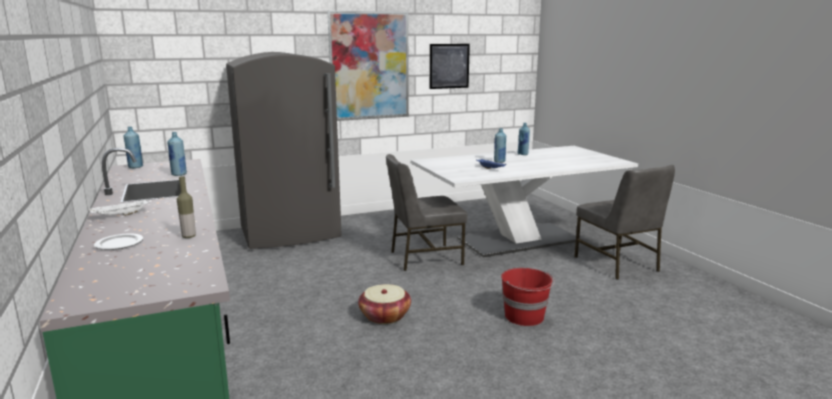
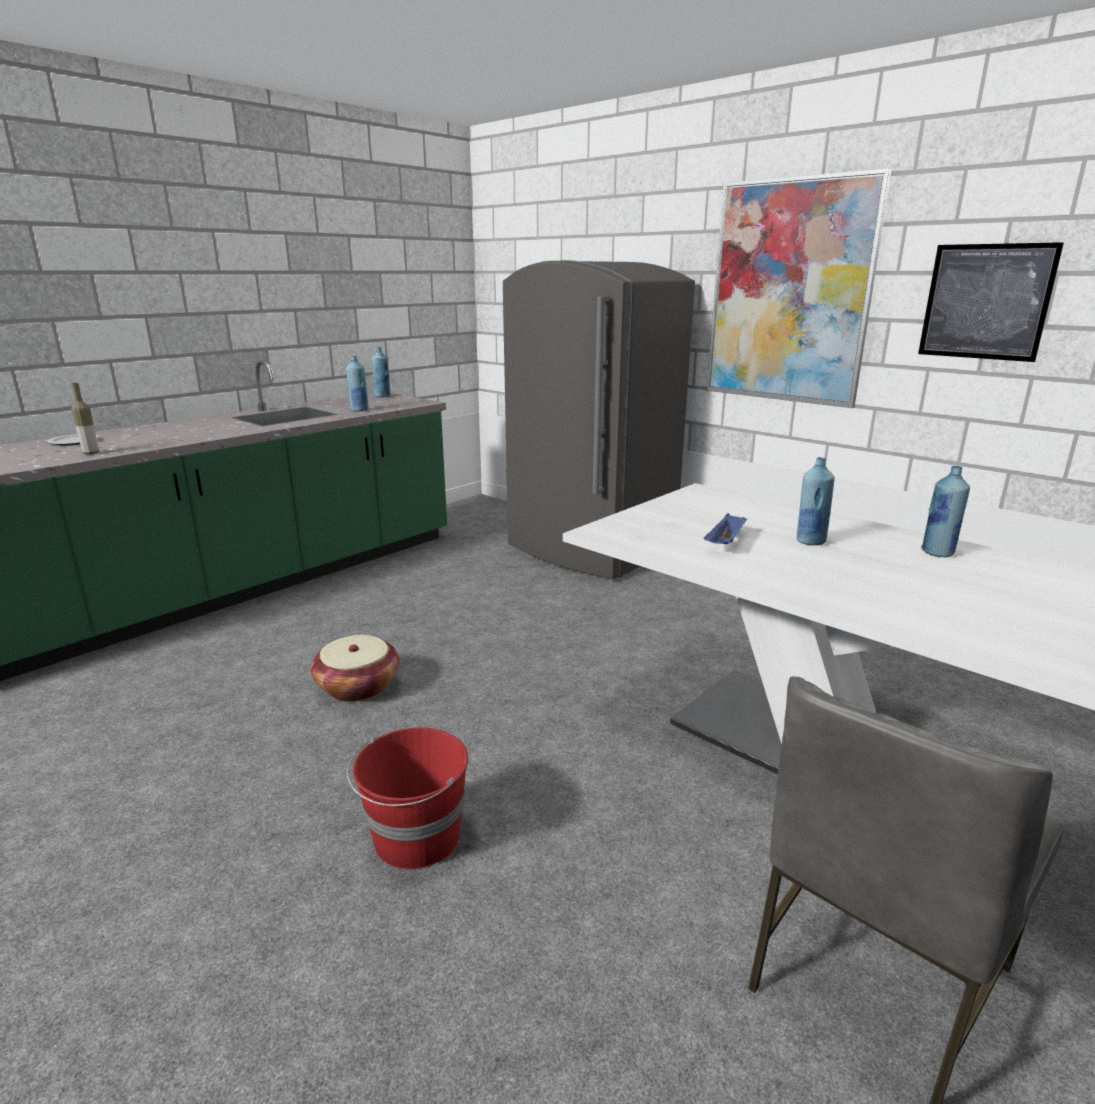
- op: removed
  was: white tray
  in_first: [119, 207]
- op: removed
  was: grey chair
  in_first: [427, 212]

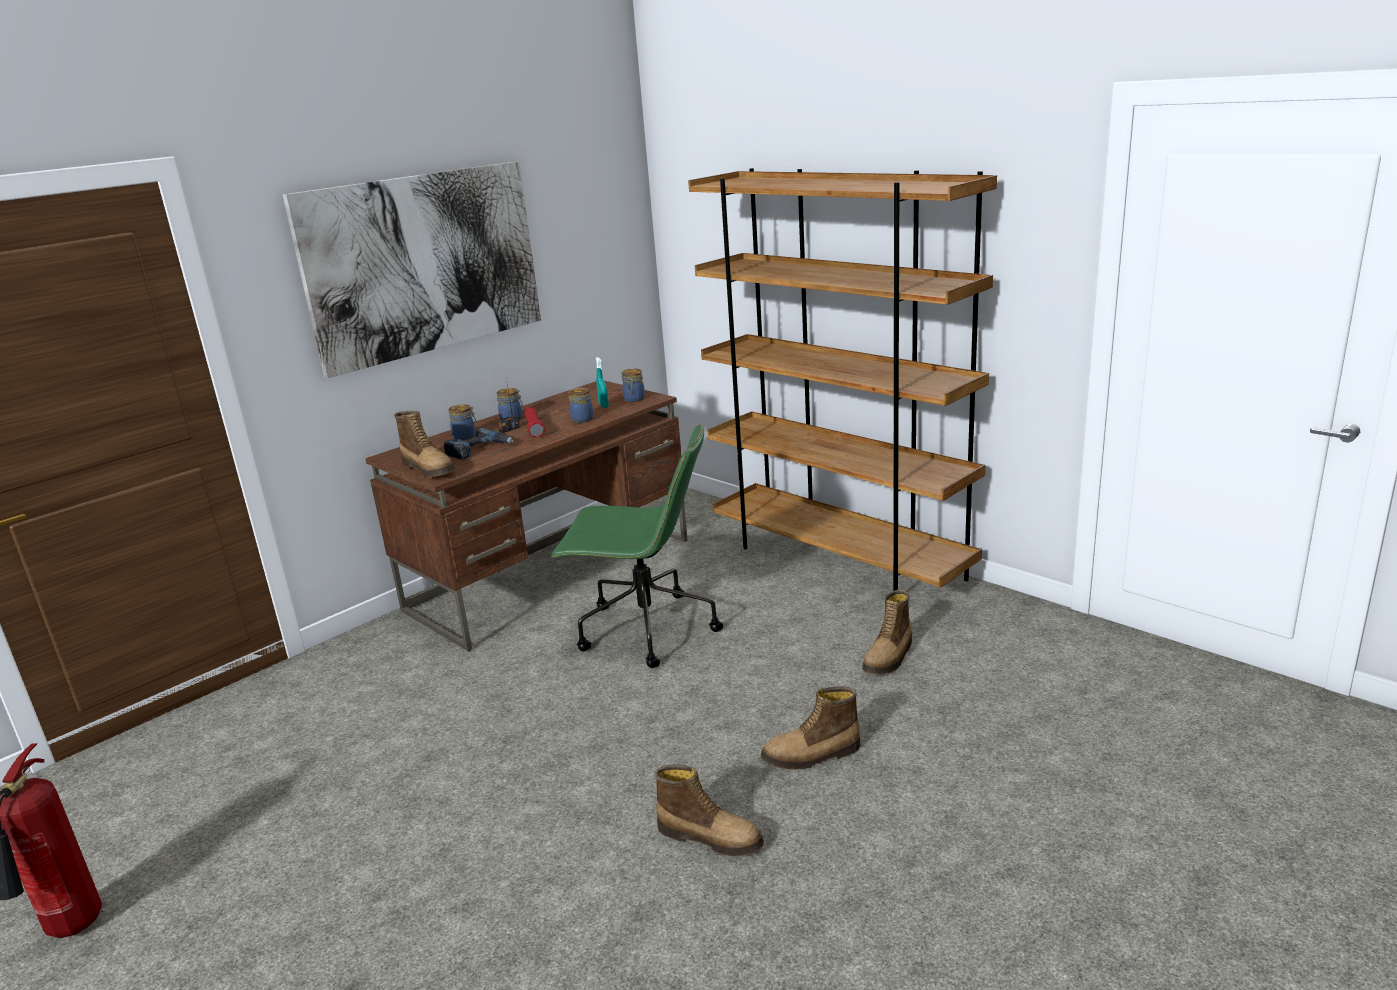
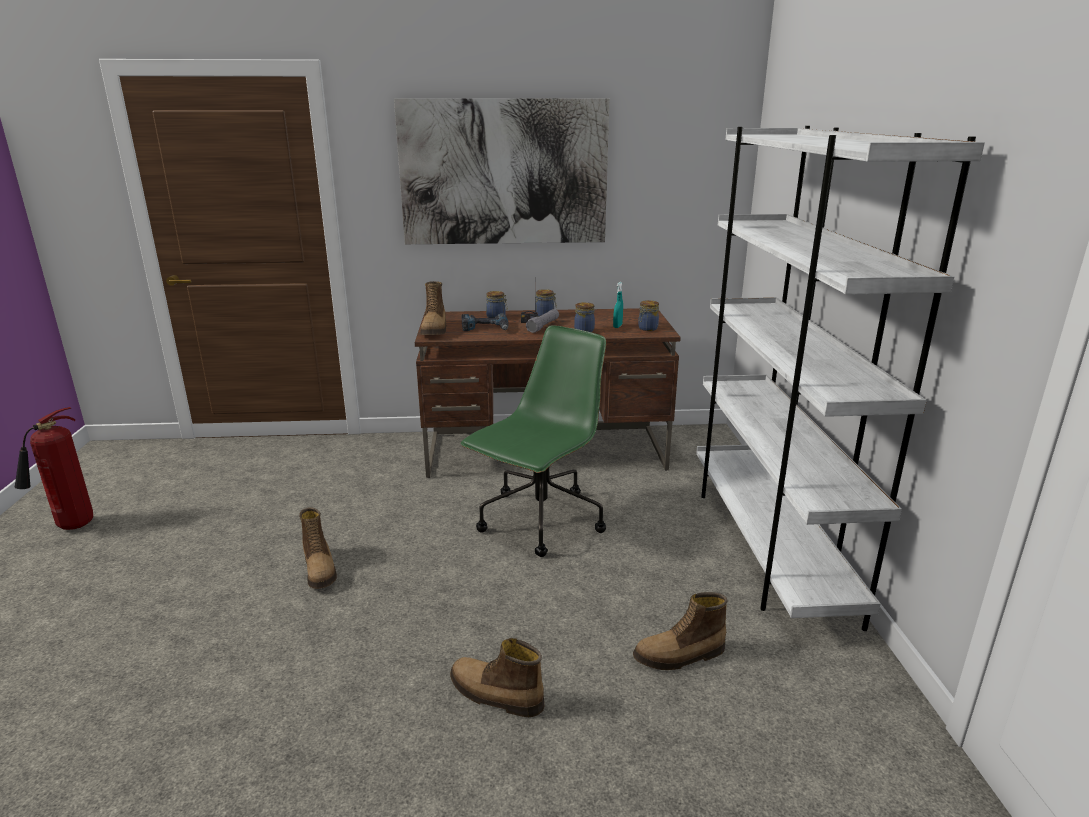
- op: moved
  was: boot
  in_first: [709, 810]
  in_second: [318, 548]
- op: turned
  was: green office chair
  in_first: [637, 546]
  in_second: [533, 441]
  clockwise: -105
- op: recoloured
  was: red flashlight
  now: grey flashlight
  in_first: [535, 422]
  in_second: [542, 321]
- op: recoloured
  was: brown bookcase
  now: white bookcase
  in_first: [842, 379]
  in_second: [840, 378]

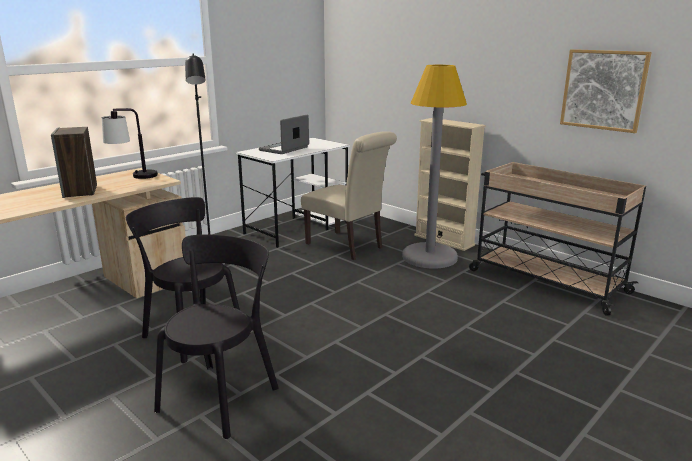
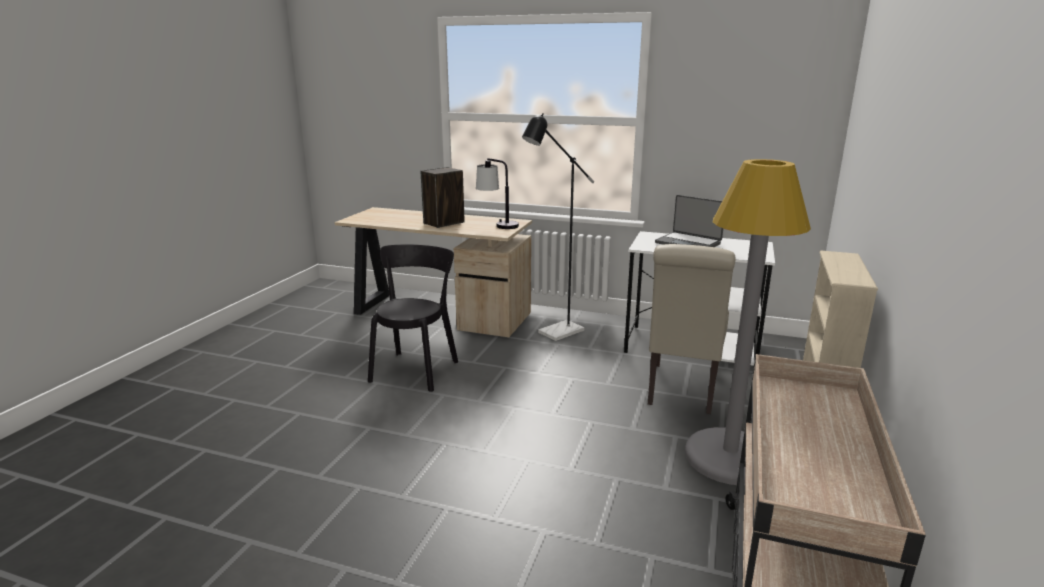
- op: turned
  was: laptop
  in_first: [284, 134]
  in_second: [689, 221]
  clockwise: -150
- op: removed
  was: black chair
  in_first: [216, 337]
- op: removed
  was: picture
  in_first: [606, 91]

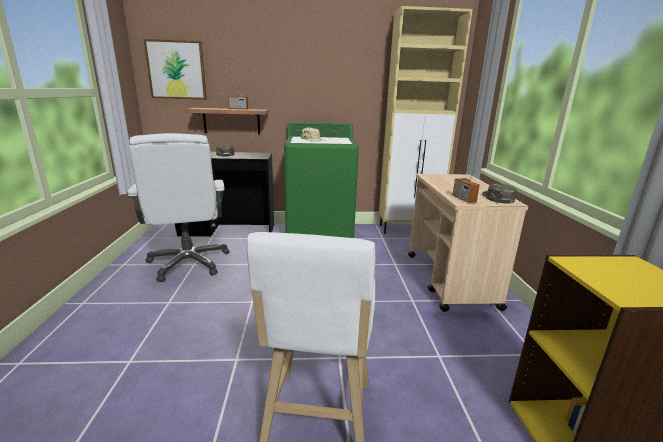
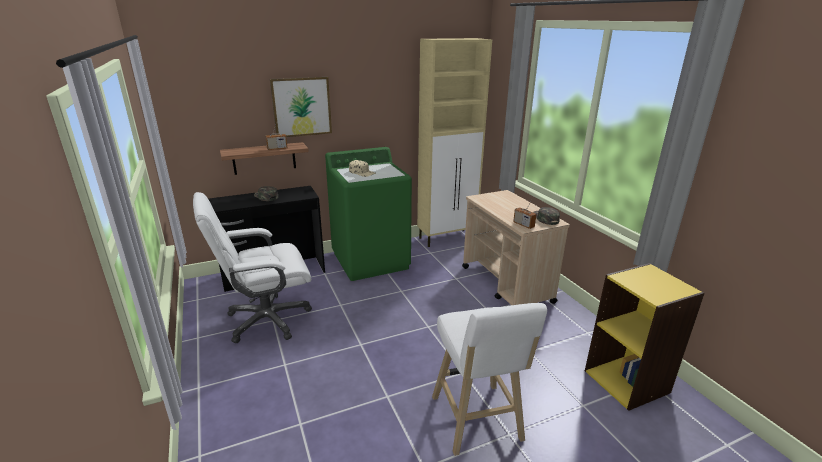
- op: turned
  was: white office chair
  in_first: [178, 207]
  in_second: [252, 267]
  clockwise: 105
- op: moved
  was: picture
  in_first: [175, 69]
  in_second: [301, 107]

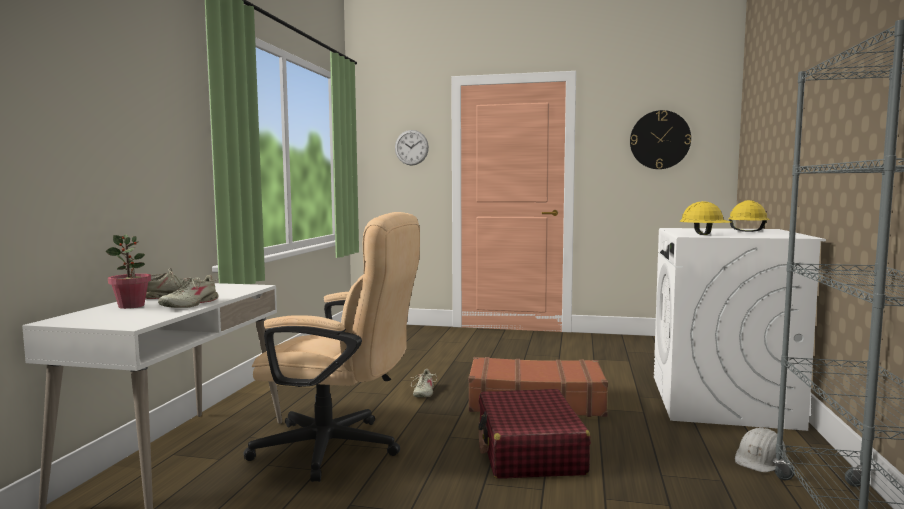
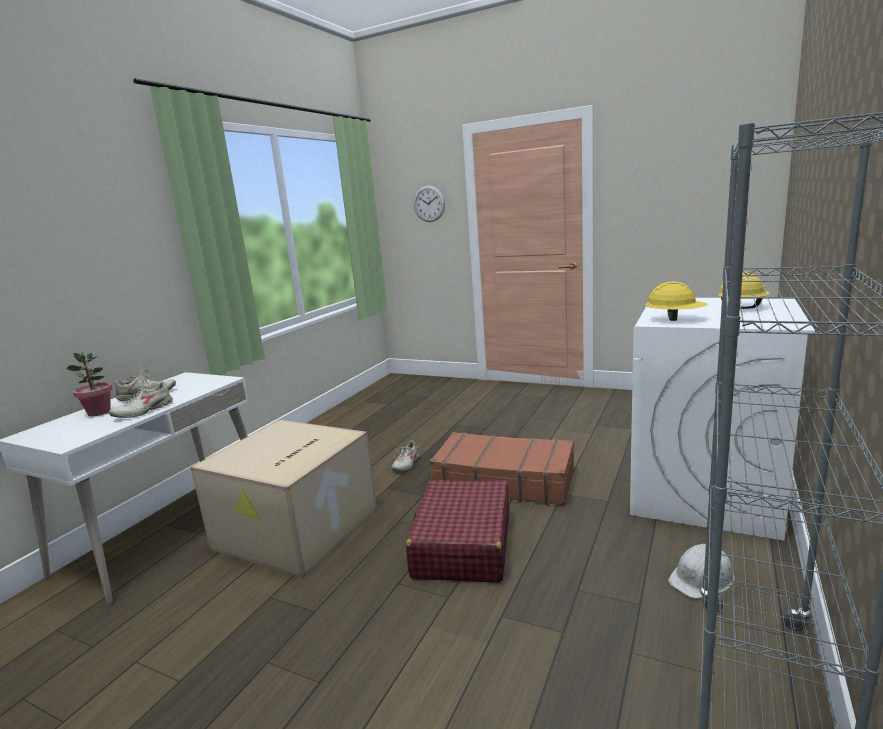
- op: replaced
  was: beige office chair
  now: cardboard box
  in_first: [332, 347]
  in_second: [284, 499]
- op: removed
  was: wall clock
  in_first: [660, 139]

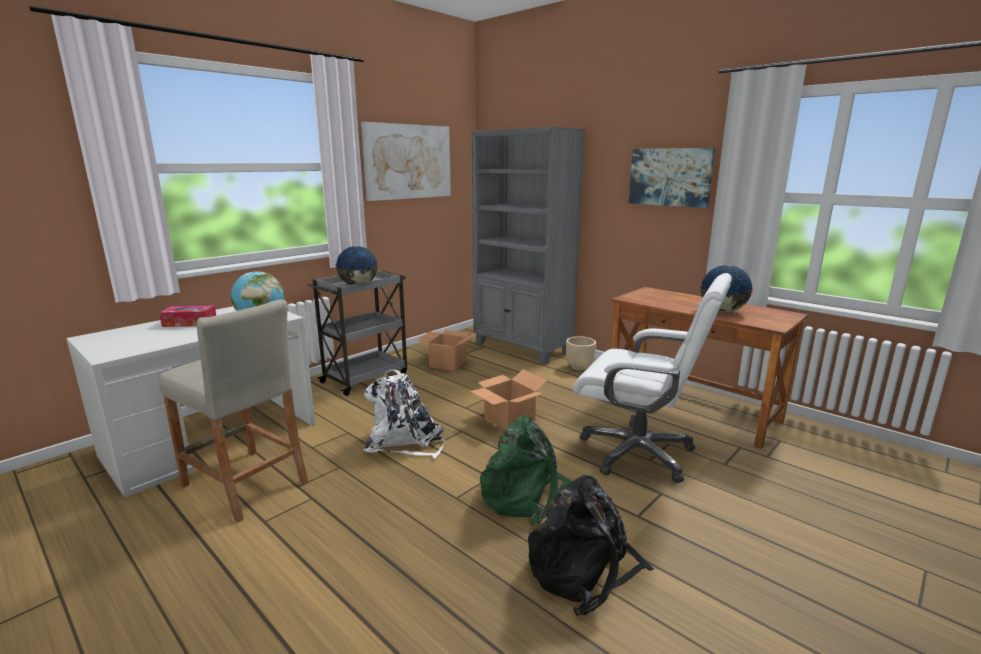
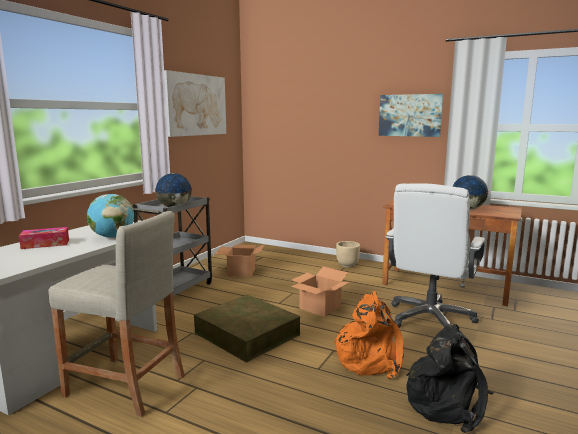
- op: replaced
  was: white backpack
  now: brown storage box
  in_first: [404, 413]
  in_second: [247, 329]
- op: recoloured
  was: green backpack
  now: orange backpack
  in_first: [526, 470]
  in_second: [368, 335]
- op: turned
  was: white office chair
  in_first: [652, 378]
  in_second: [435, 255]
  clockwise: 105
- op: removed
  was: grey bookcase
  in_first: [528, 246]

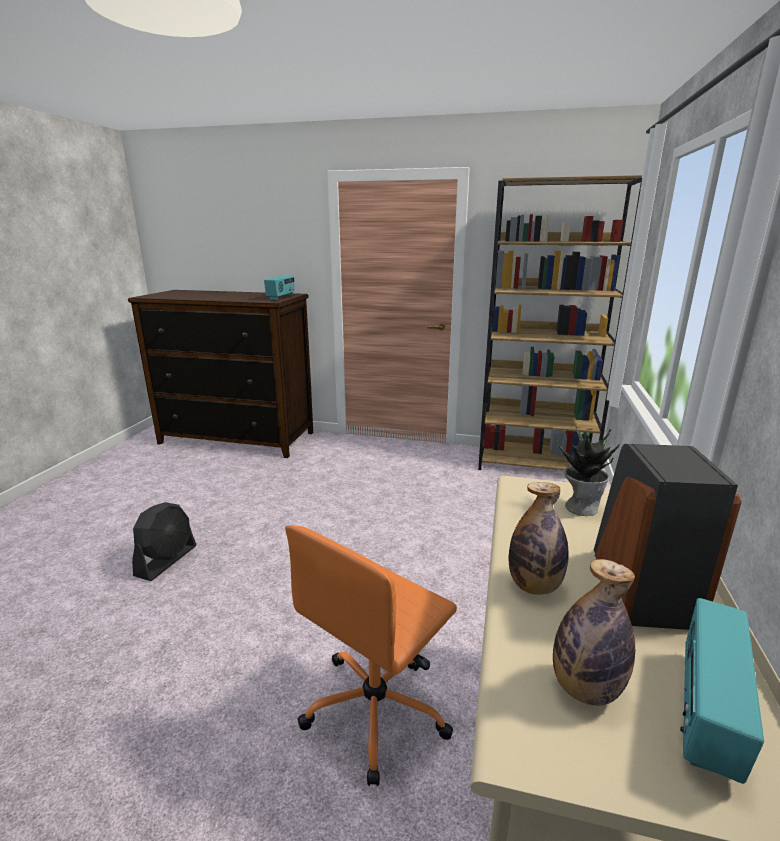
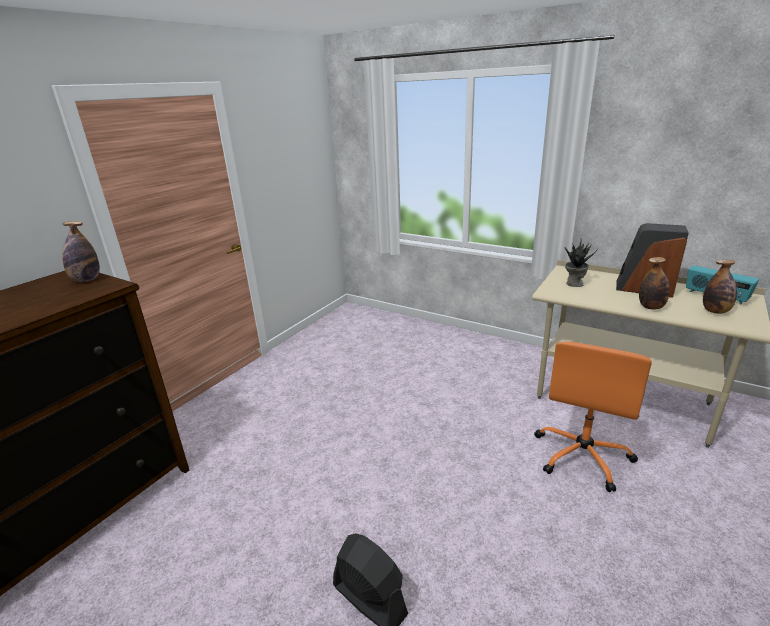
- op: replaced
  was: radio
  now: bottle
  in_first: [279, 287]
  in_second: [81, 251]
- op: turned
  was: orange office chair
  in_first: [371, 655]
  in_second: [593, 417]
  clockwise: 60
- op: removed
  was: brown bookcase
  in_first: [560, 322]

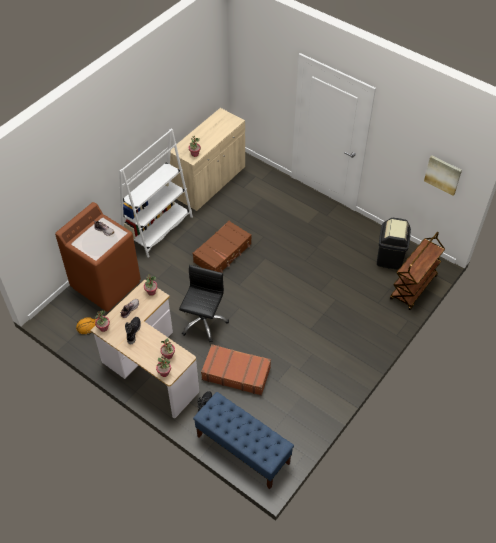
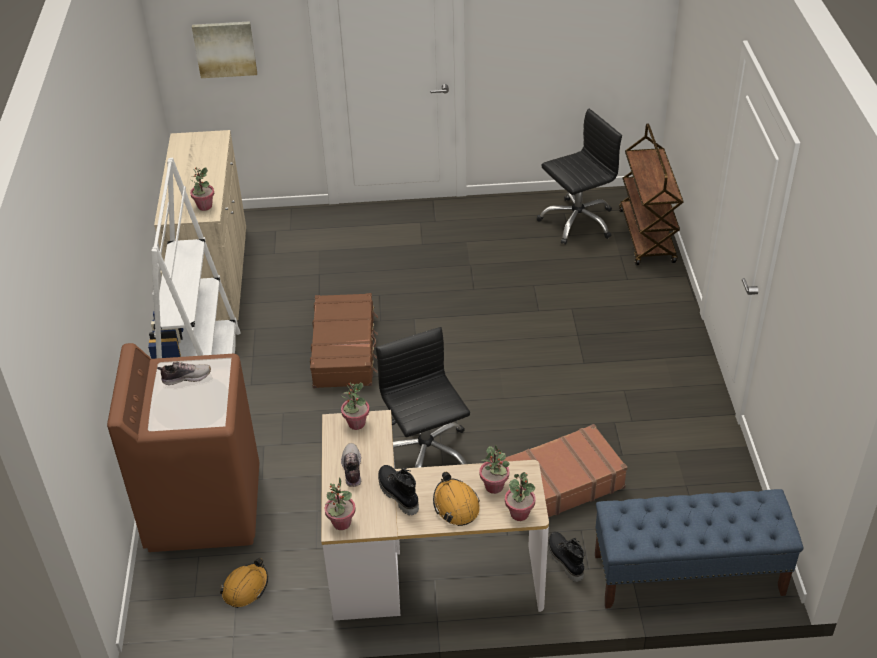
- op: moved
  was: picture
  in_first: [443, 175]
  in_second: [224, 49]
- op: added
  now: orange hard hat
  in_second: [456, 499]
- op: replaced
  was: black trash can
  now: black office chair
  in_first: [394, 244]
  in_second: [579, 177]

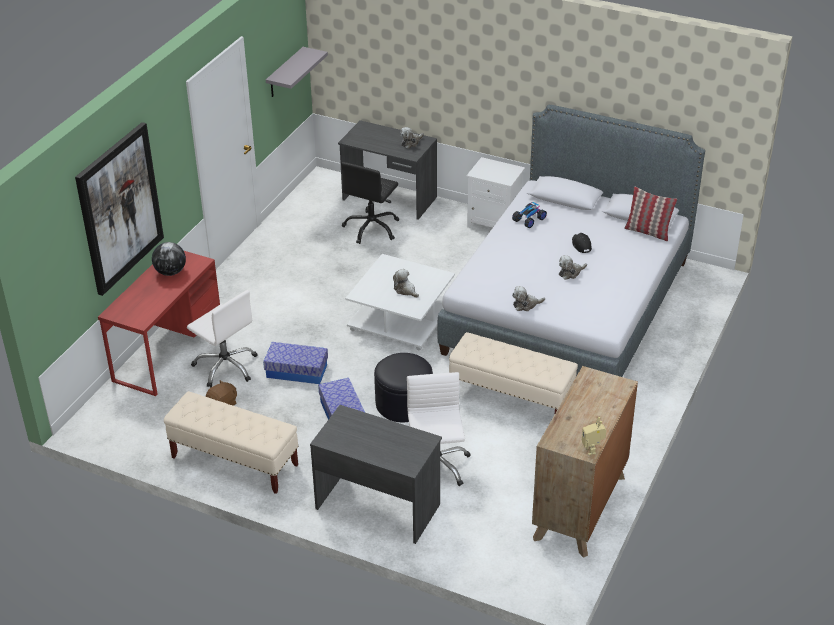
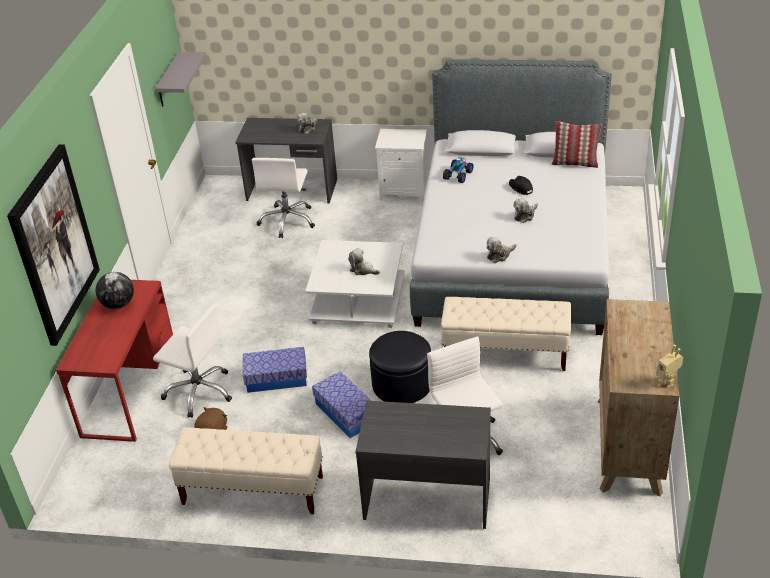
- op: recoloured
  was: black office chair
  now: white office chair
  in_first: [370, 203]
  in_second: [283, 198]

